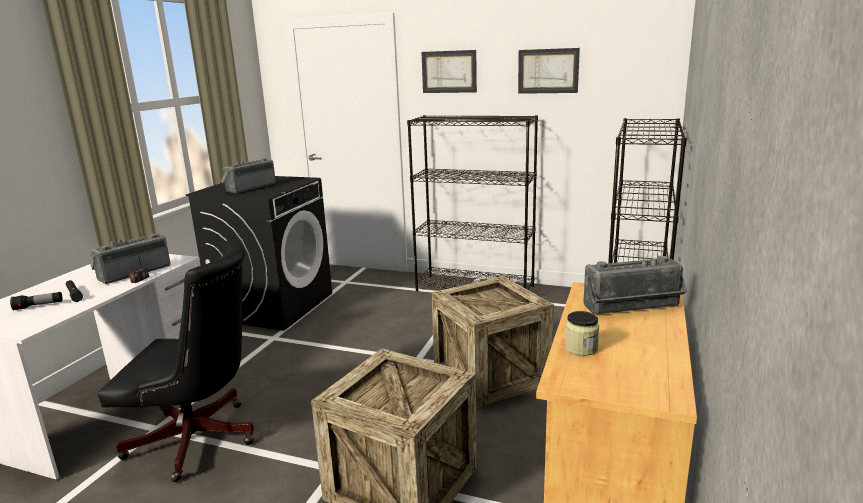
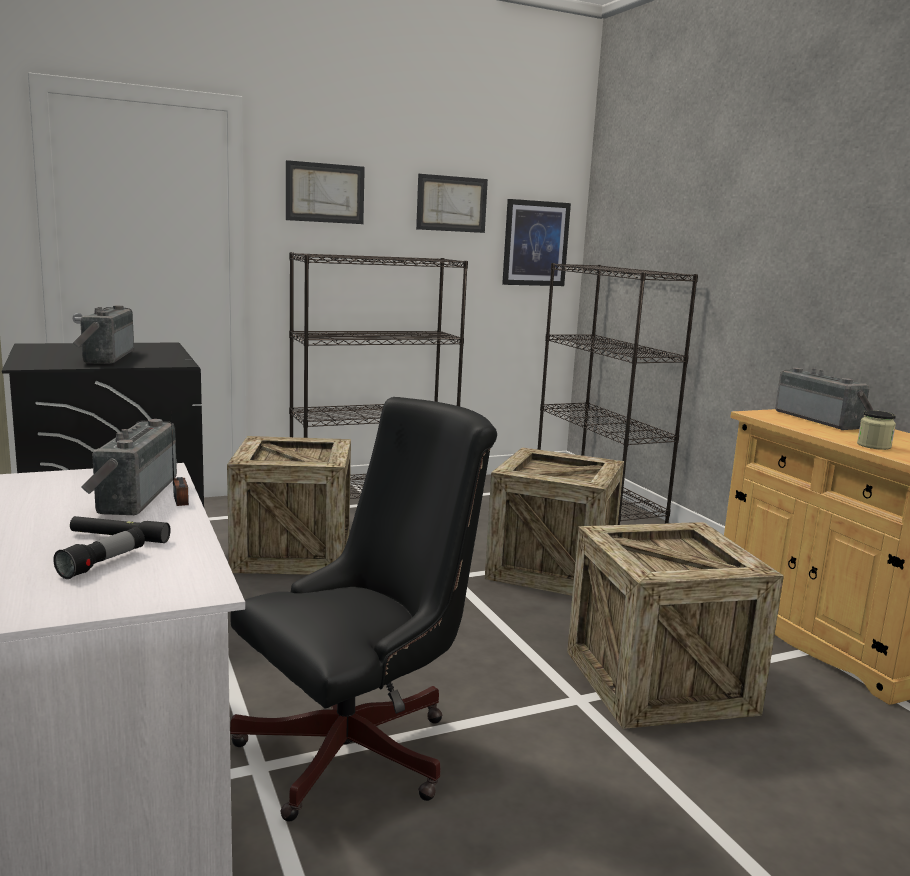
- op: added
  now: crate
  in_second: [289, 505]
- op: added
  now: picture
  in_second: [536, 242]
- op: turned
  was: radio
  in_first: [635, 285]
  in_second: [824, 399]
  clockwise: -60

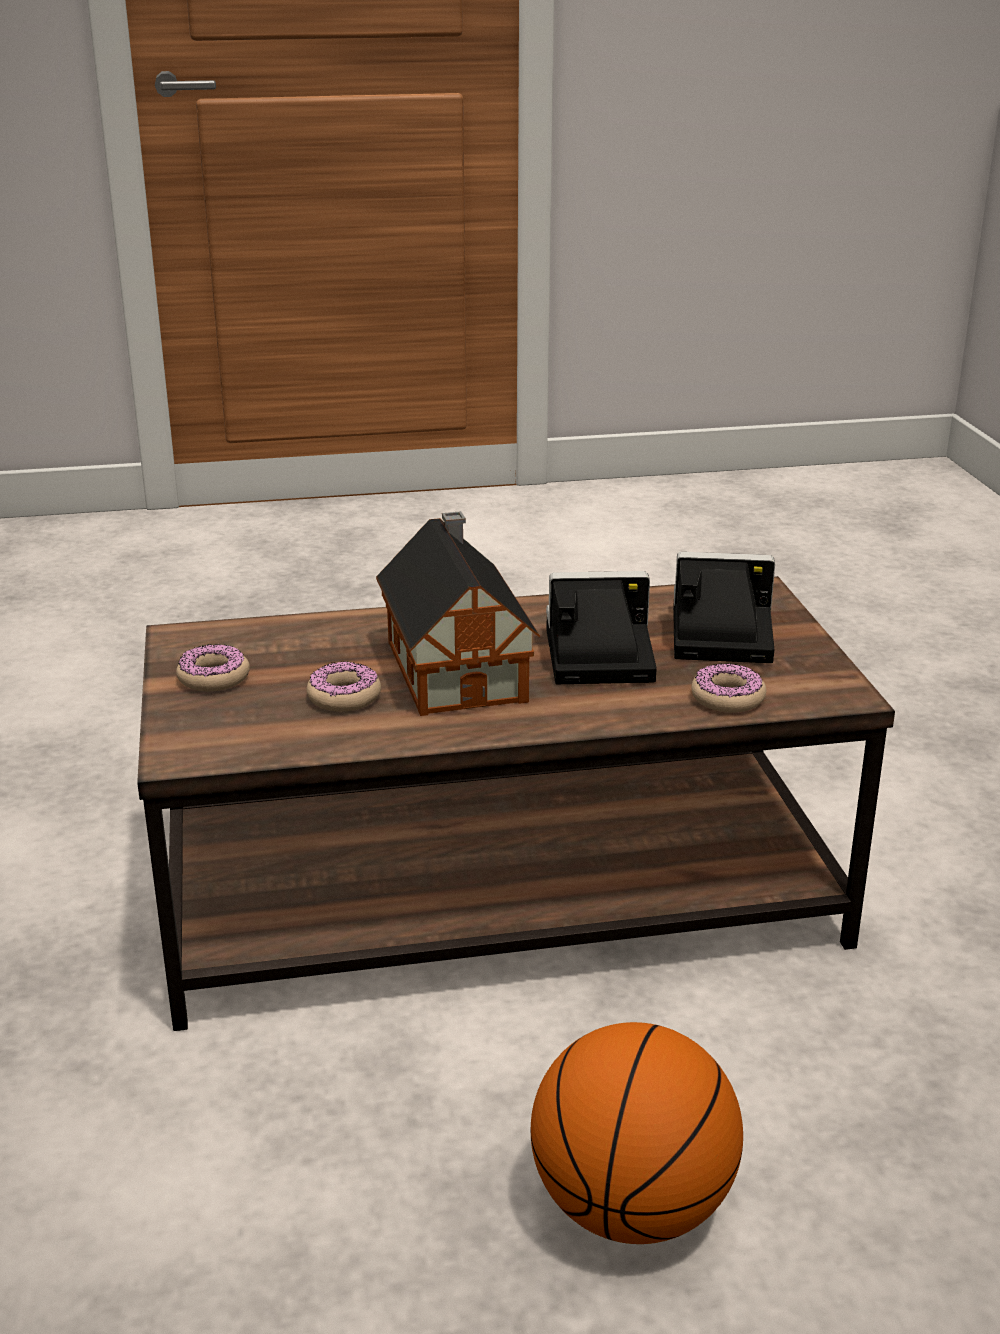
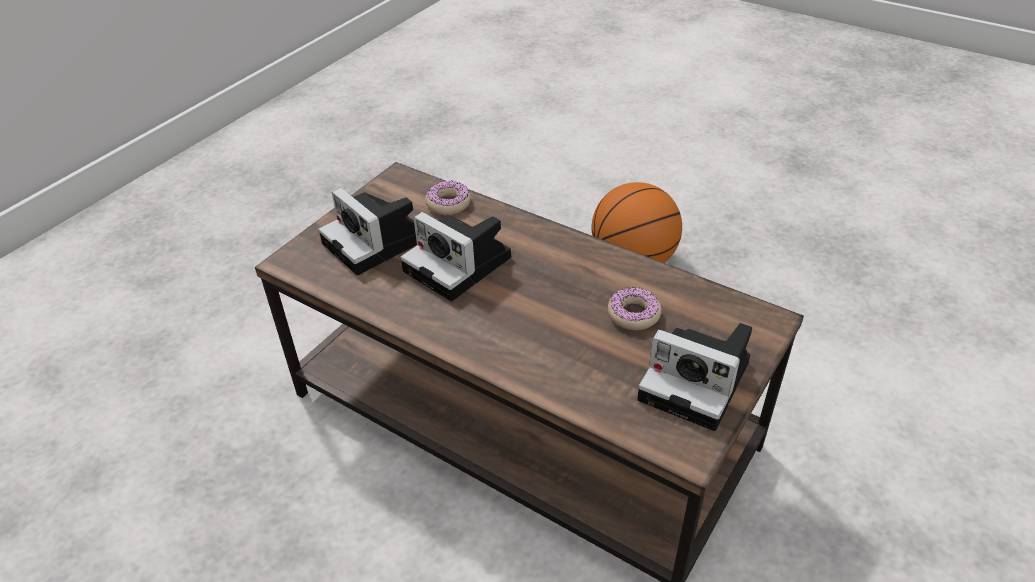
- op: replaced
  was: donut
  now: photo camera
  in_first: [213, 667]
  in_second: [694, 377]
- op: removed
  was: toy house
  in_first: [458, 613]

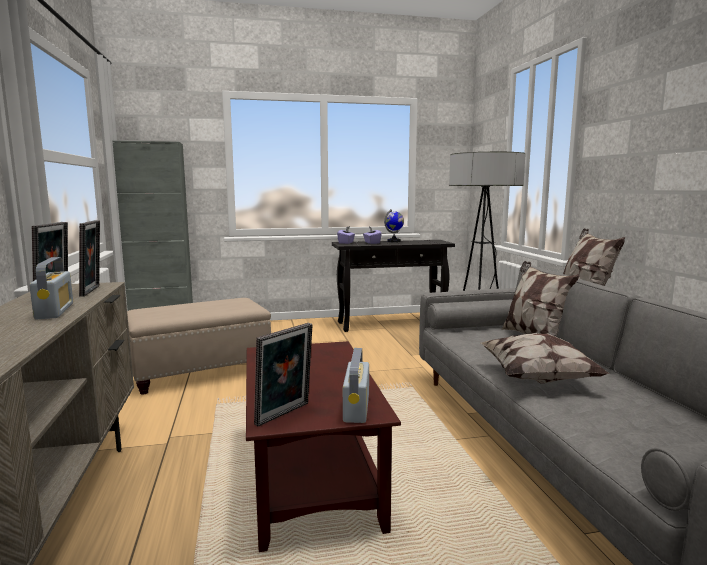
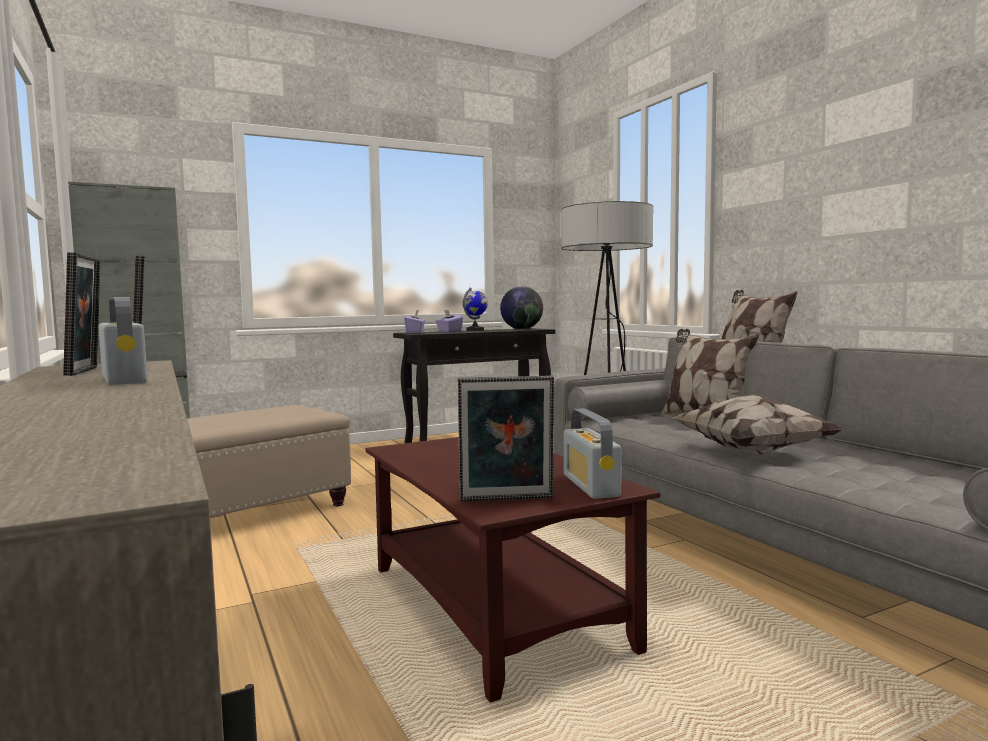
- op: turned
  was: picture frame
  in_first: [283, 374]
  in_second: [506, 439]
  clockwise: 60
- op: added
  now: globe
  in_second: [521, 308]

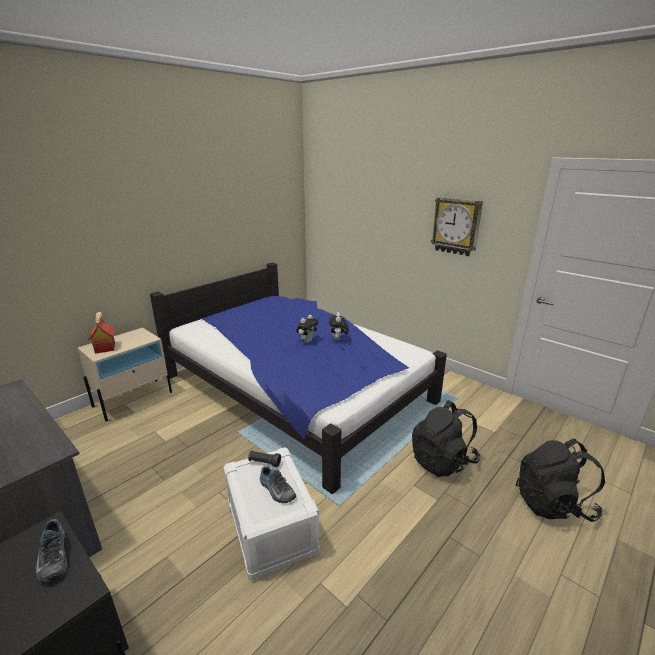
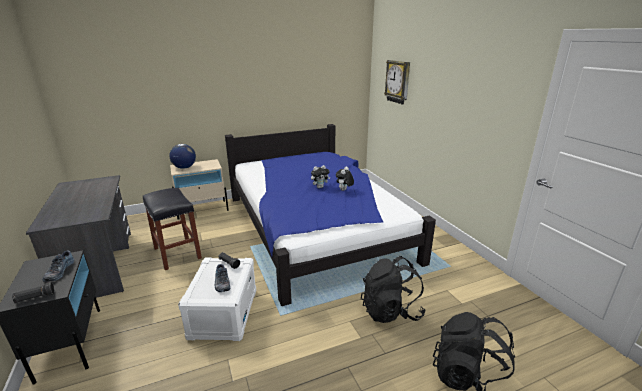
- op: added
  now: black flashlight
  in_second: [33, 292]
- op: added
  now: black stool
  in_second: [172, 229]
- op: replaced
  was: toy house
  now: globe
  in_first: [101, 333]
  in_second: [182, 156]
- op: moved
  was: wall clock
  in_first: [457, 226]
  in_second: [397, 82]

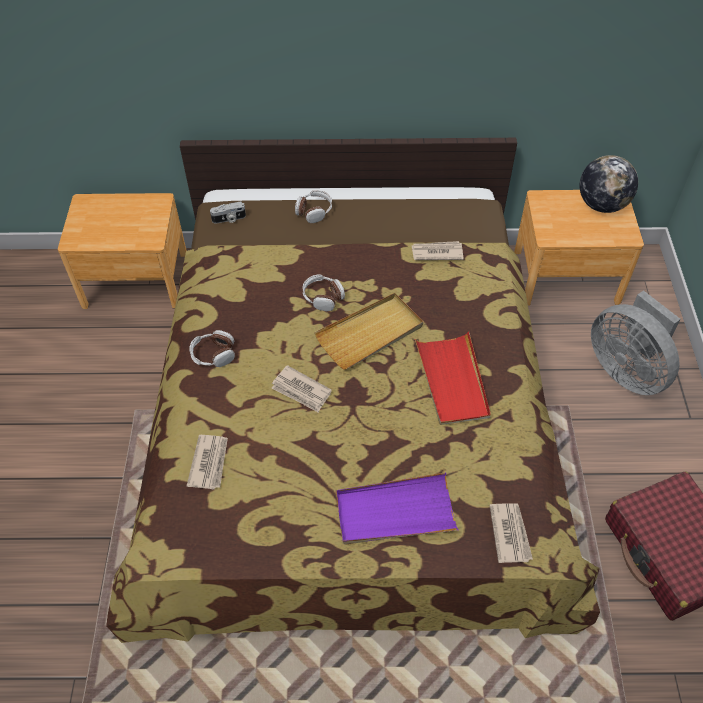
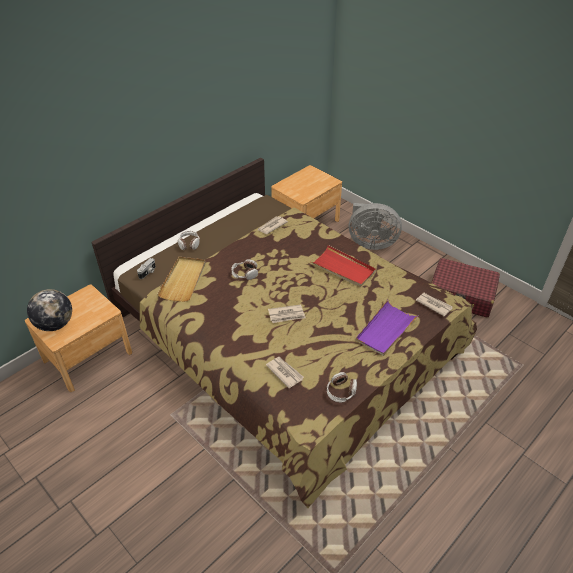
- op: moved
  was: globe
  in_first: [609, 184]
  in_second: [49, 310]
- op: moved
  was: beige tray
  in_first: [368, 331]
  in_second: [181, 279]
- op: moved
  was: headphones
  in_first: [212, 348]
  in_second: [342, 387]

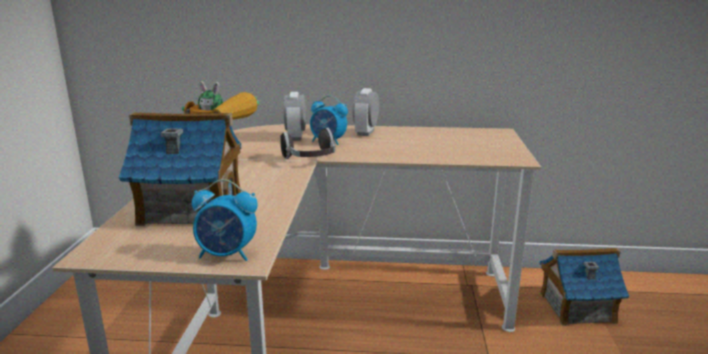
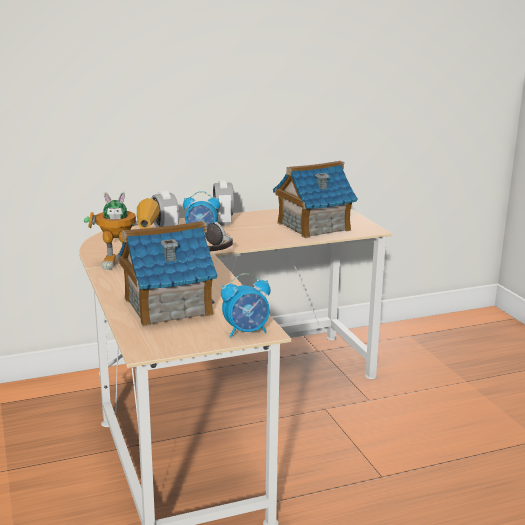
- op: moved
  was: toy house
  in_first: [584, 287]
  in_second: [315, 200]

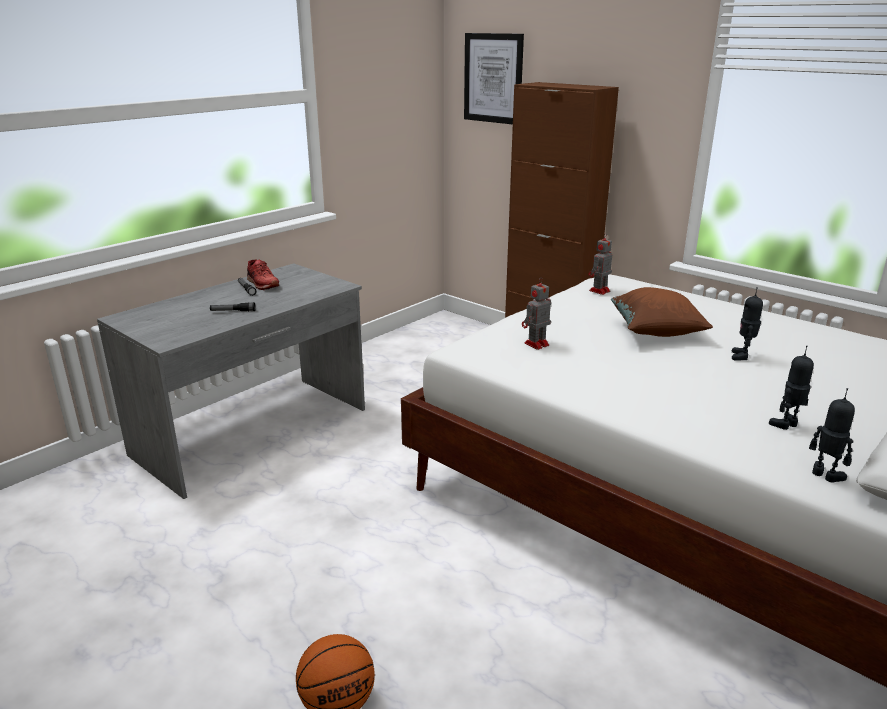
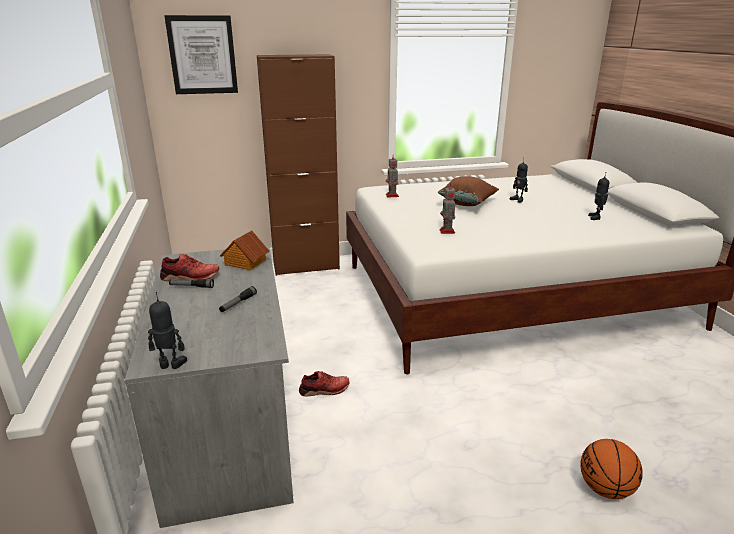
- op: moved
  was: toy robot
  in_first: [832, 435]
  in_second: [167, 330]
- op: added
  now: toy house
  in_second: [244, 251]
- op: added
  now: red shoe
  in_second: [324, 384]

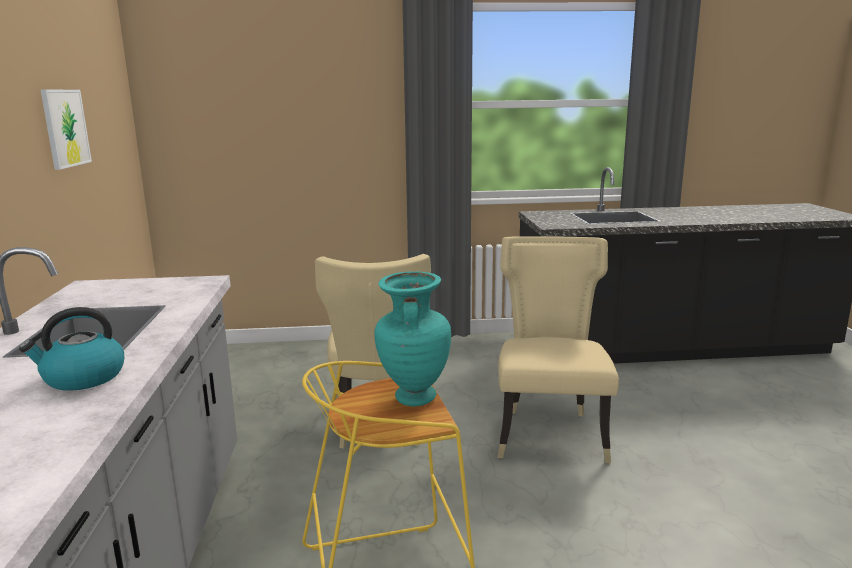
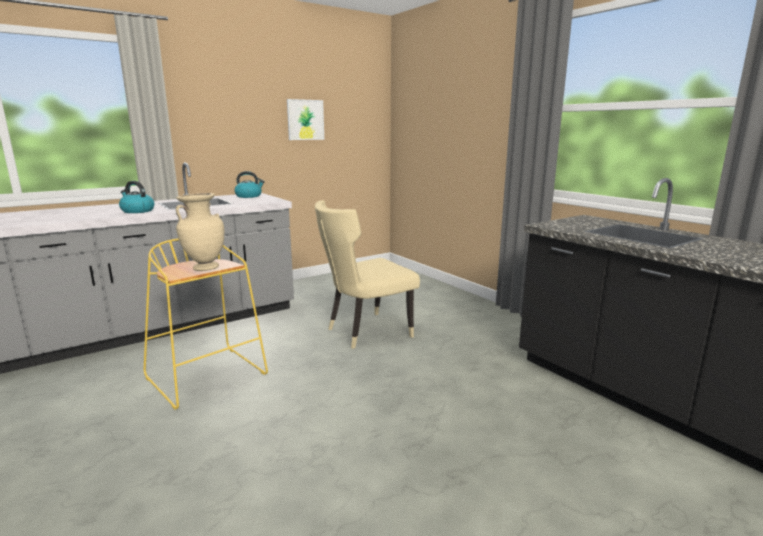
- op: recoloured
  was: turquoise vase
  now: beige vase
  in_first: [412, 338]
  in_second: [200, 232]
- op: added
  now: kettle
  in_second: [249, 184]
- op: removed
  was: beige chair
  in_first: [558, 349]

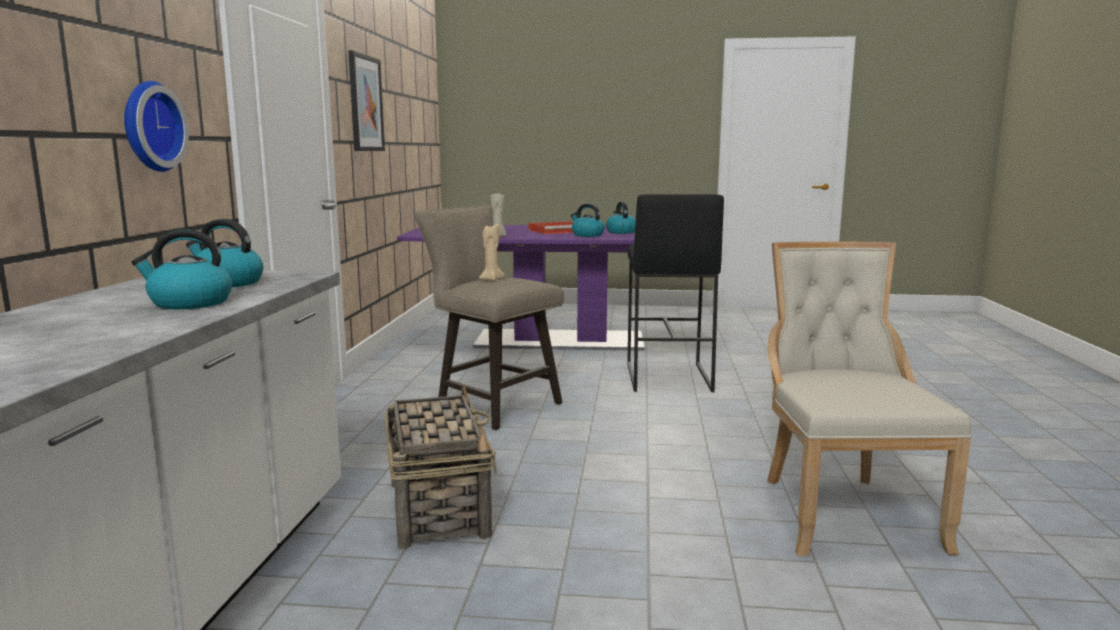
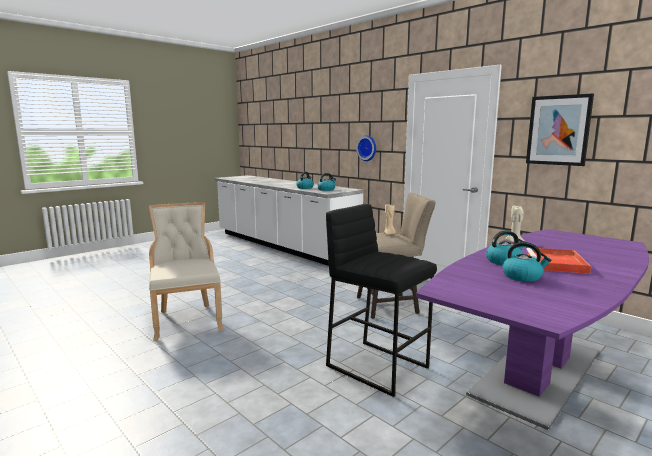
- op: turned
  was: beige chair
  in_first: [869, 399]
  in_second: [186, 271]
  clockwise: -150
- op: removed
  was: basket
  in_first: [441, 468]

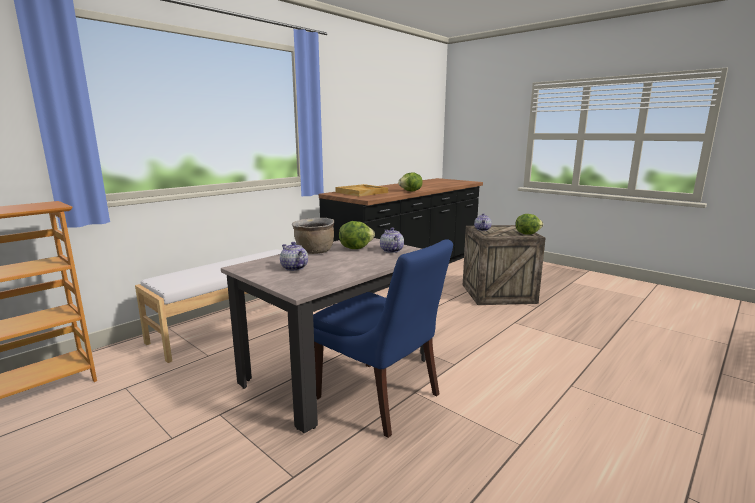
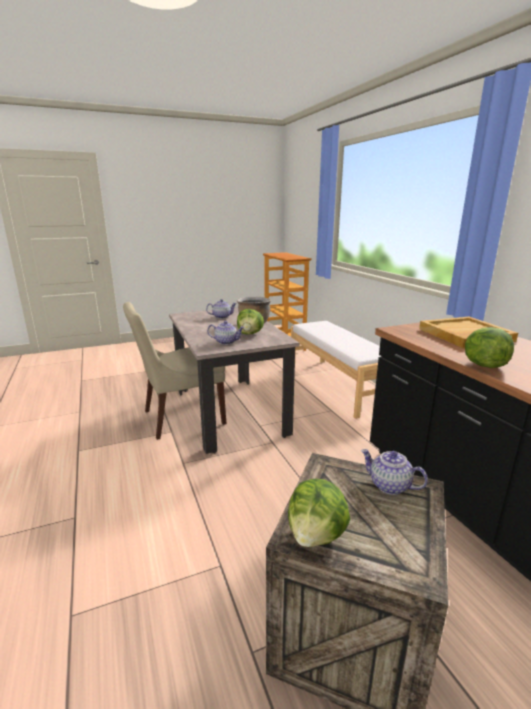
- op: recoloured
  was: blue chair
  now: beige chair
  in_first: [383, 338]
  in_second: [175, 371]

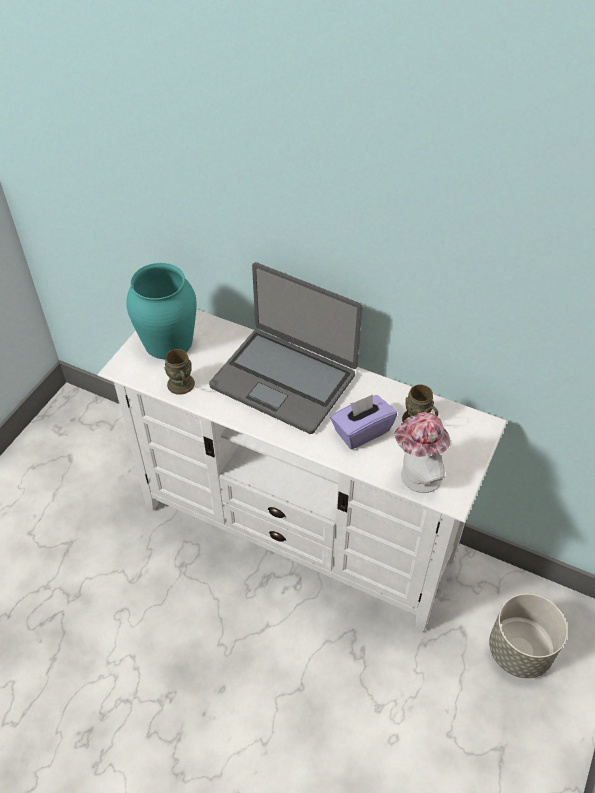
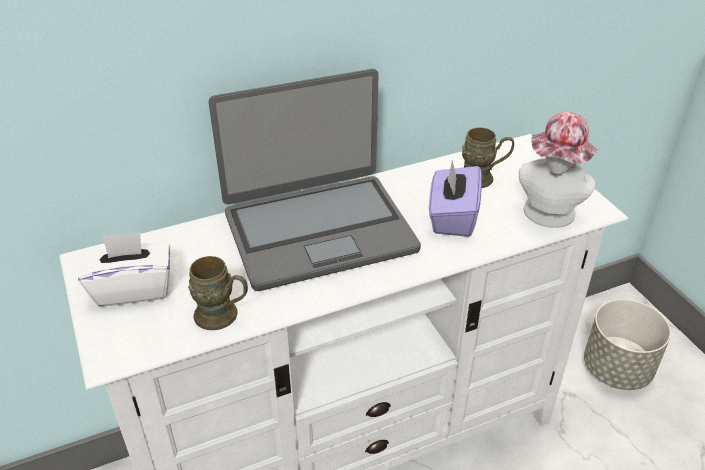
- op: replaced
  was: turquoise vase
  now: white tissue box
  in_first: [161, 311]
  in_second: [124, 269]

